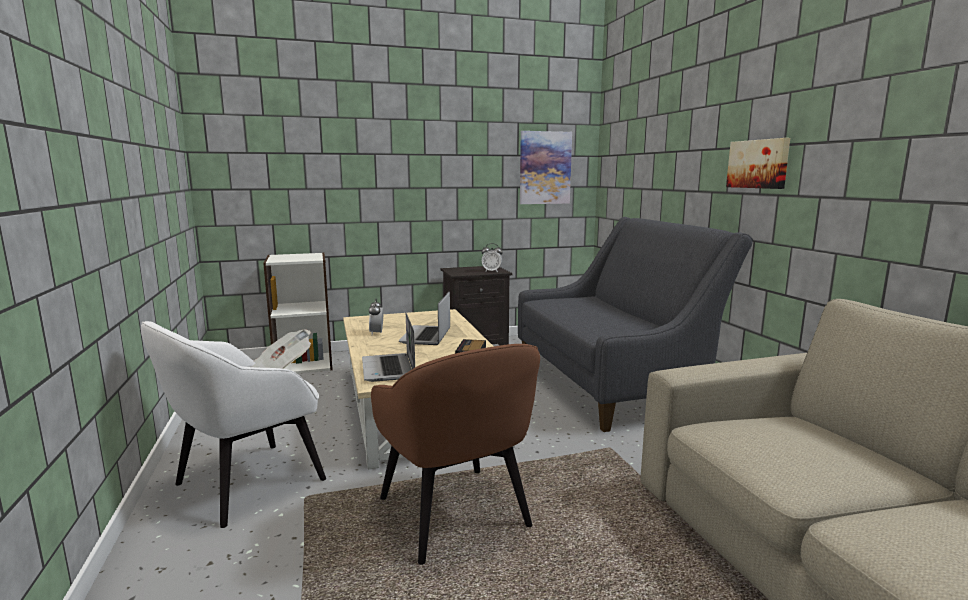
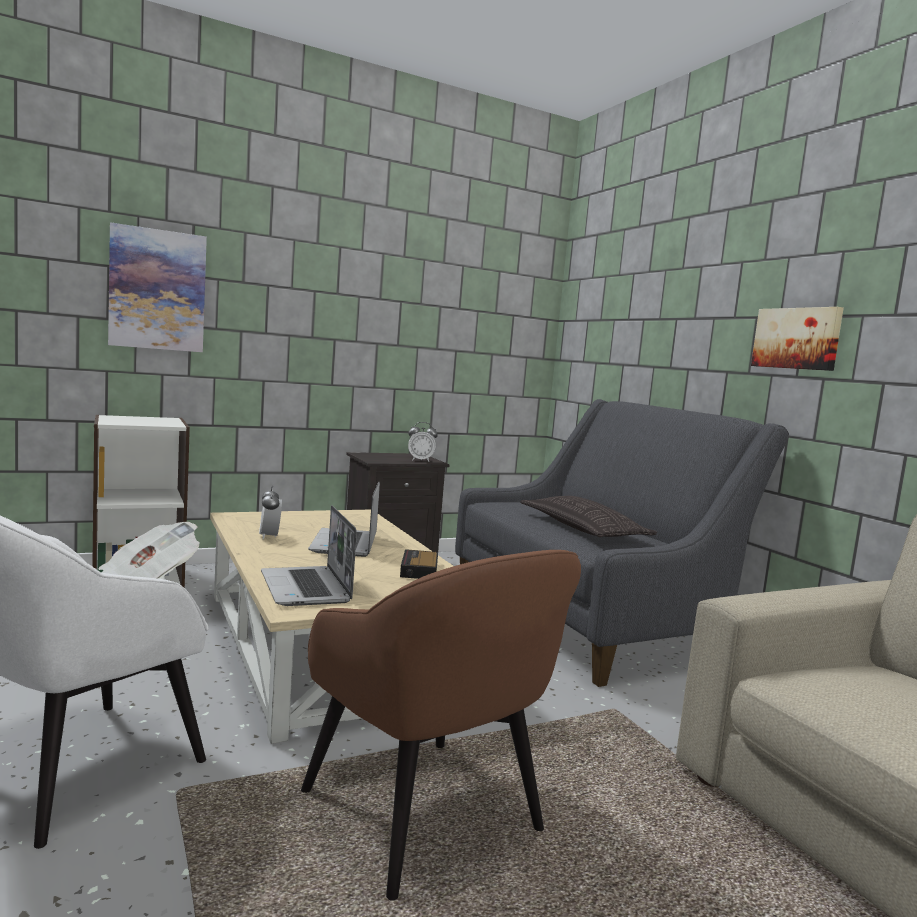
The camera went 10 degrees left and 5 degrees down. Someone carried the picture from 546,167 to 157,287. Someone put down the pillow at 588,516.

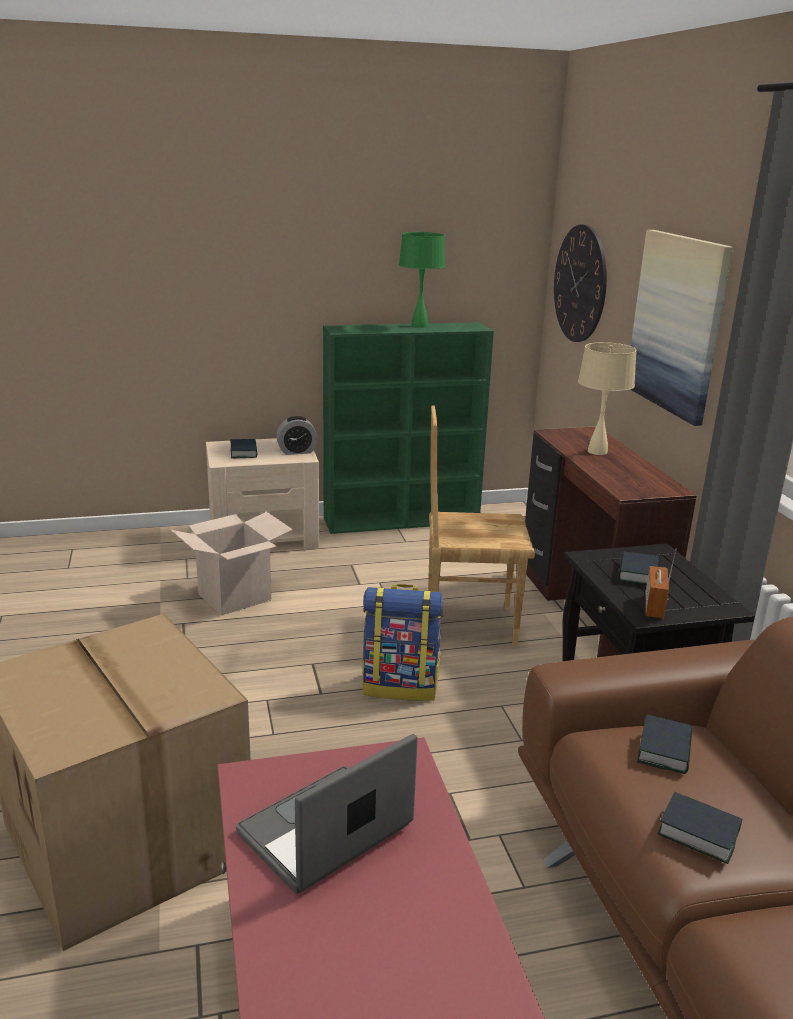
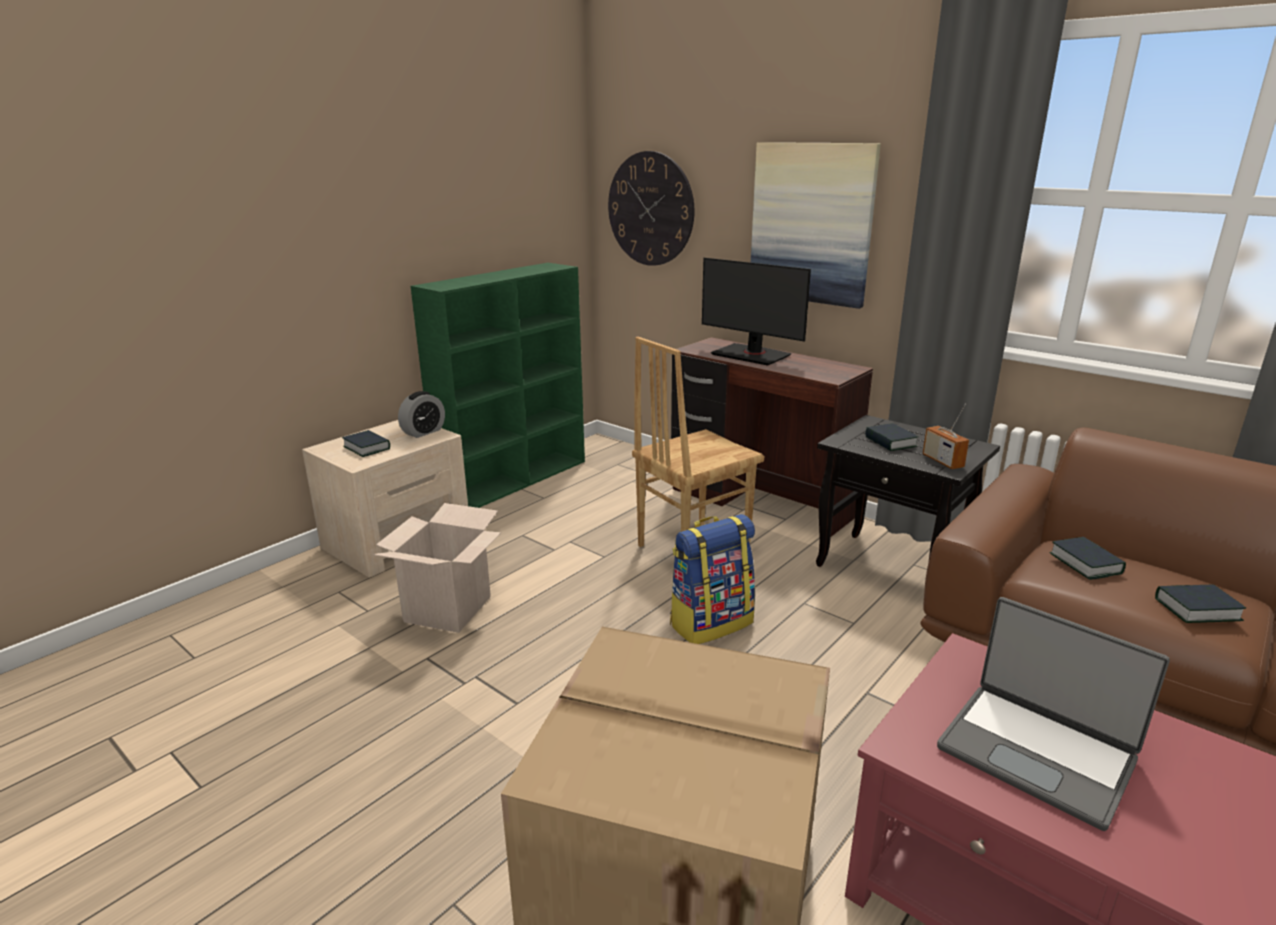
The camera went 35 degrees left and 0 degrees up. Someone rotated the laptop at 327,814 by 60 degrees counterclockwise. Someone took away the green table lamp at 422,279. Someone swapped the beige table lamp at 607,398 for the monitor at 756,311.

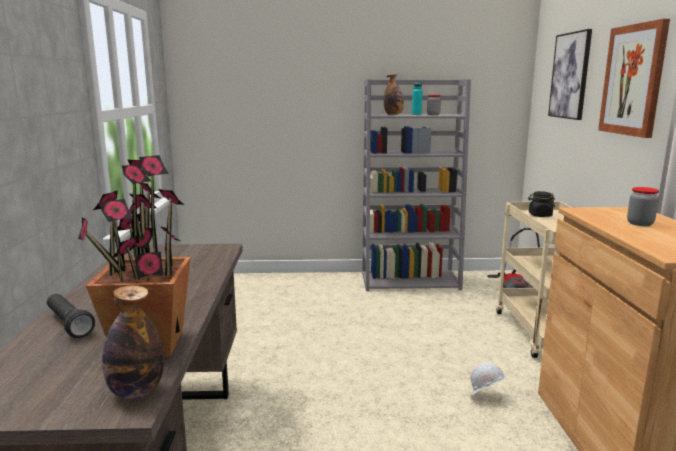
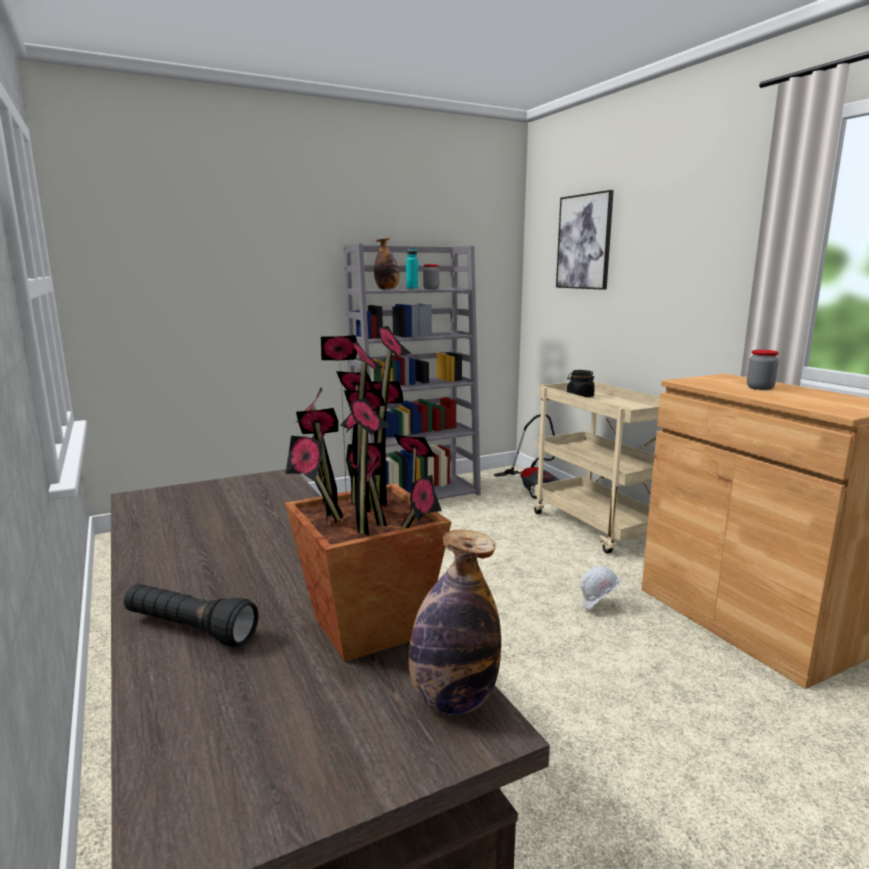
The camera went 25 degrees left and 0 degrees up. Someone took away the picture at 634,78.

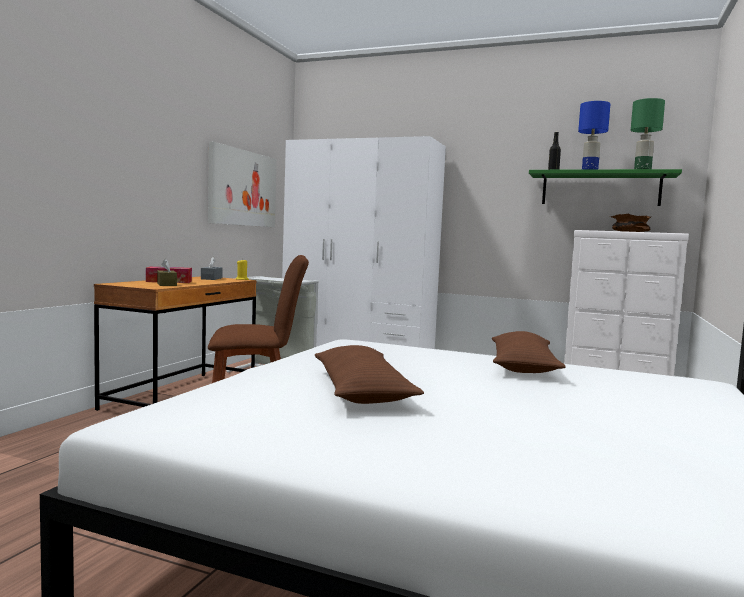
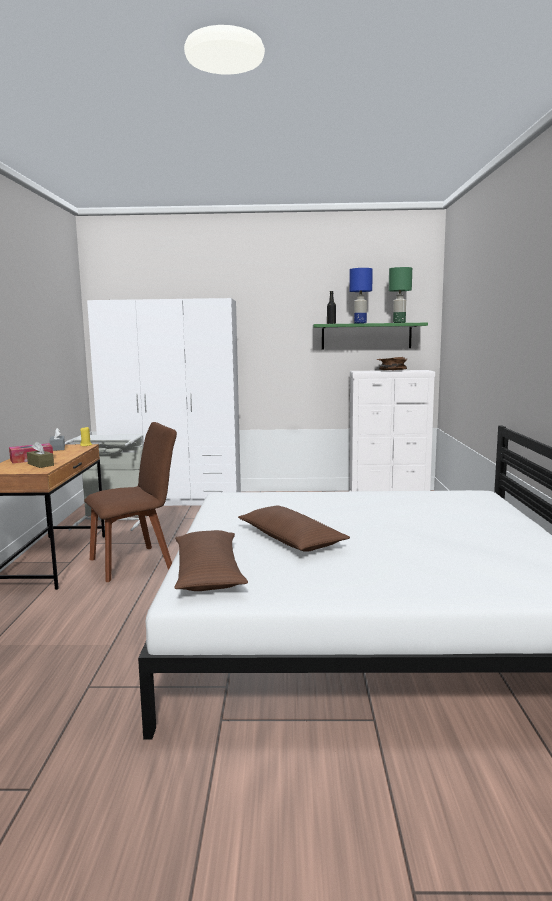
The camera went 20 degrees left and 5 degrees up. Someone took away the picture at 242,184. Someone carried the brown pillow from 529,352 to 211,560.

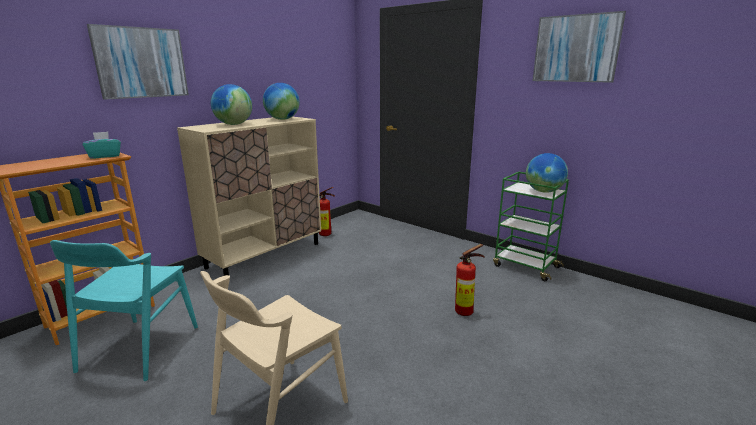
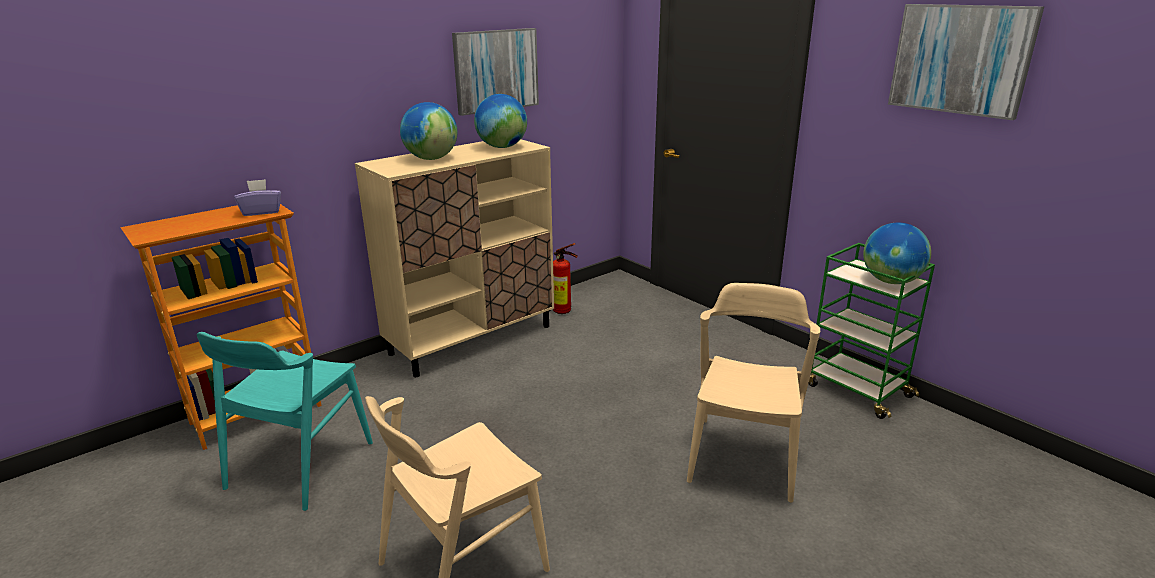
The camera went 10 degrees right and 5 degrees up. Someone repainted the turquoise tissue box at 101,145, which became the purple tissue box at 257,197. Someone carried the picture from 138,62 to 495,72. Someone swapped the fire extinguisher at 470,280 for the beige chair at 753,393.

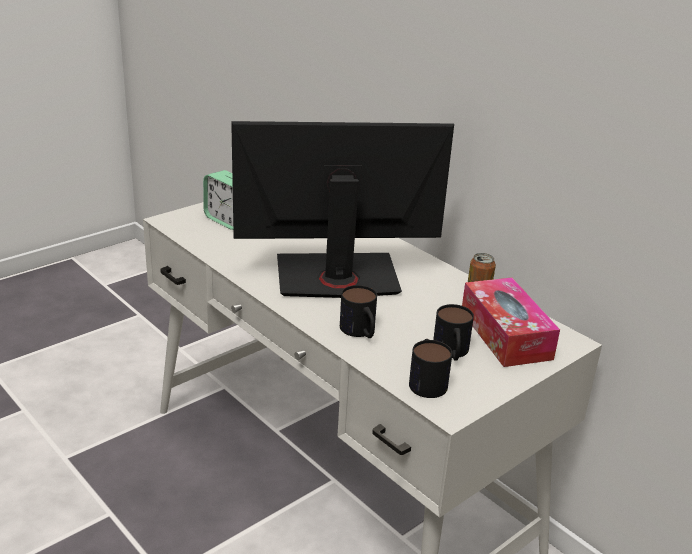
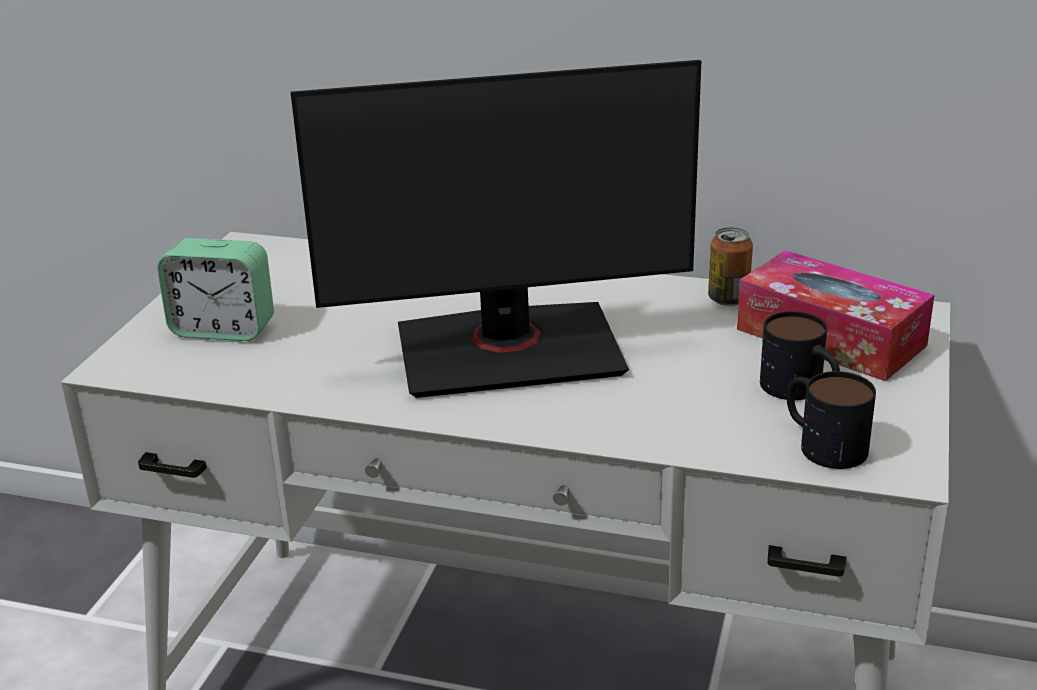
The camera went 30 degrees left and 0 degrees up. Someone rotated the monitor at 342,209 by 150 degrees counterclockwise. Someone took away the mug at 358,311.

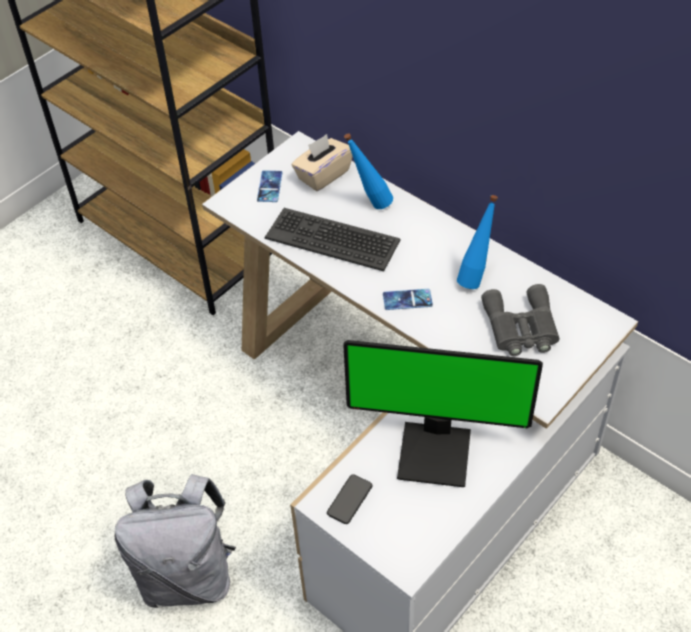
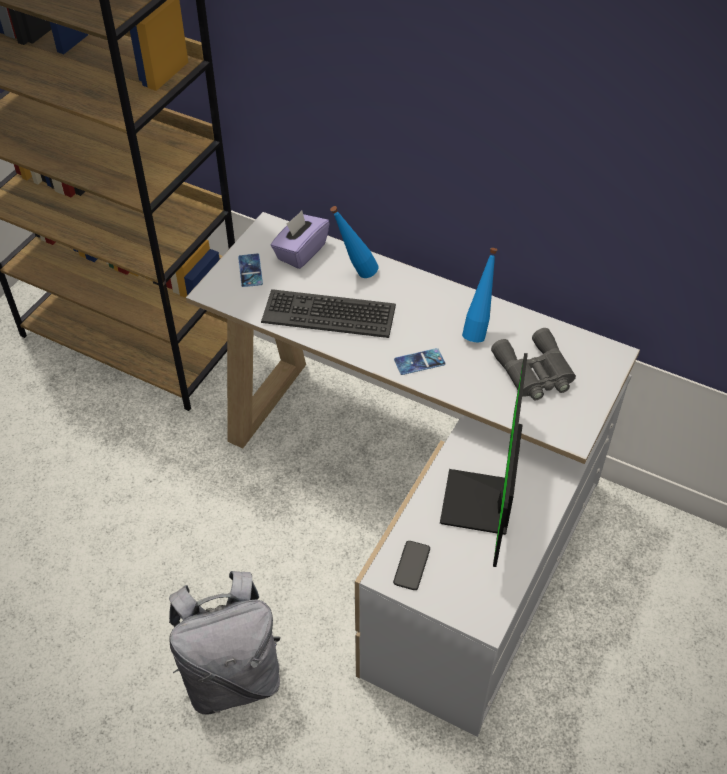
The camera went 15 degrees left and 0 degrees up. Someone repainted the beige tissue box at 322,162, which became the purple tissue box at 300,240. Someone rotated the monitor at 443,413 by 105 degrees clockwise.

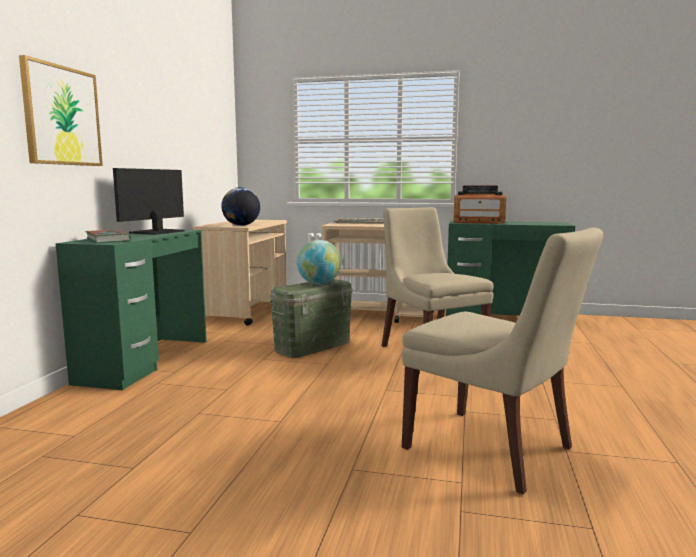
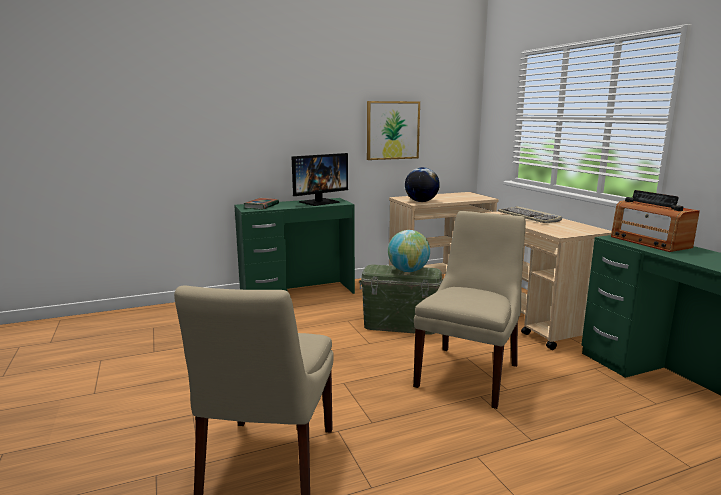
The camera went 55 degrees right and 5 degrees up. Someone carried the picture from 61,110 to 393,130. Someone rotated the monitor at 149,201 by 150 degrees clockwise.

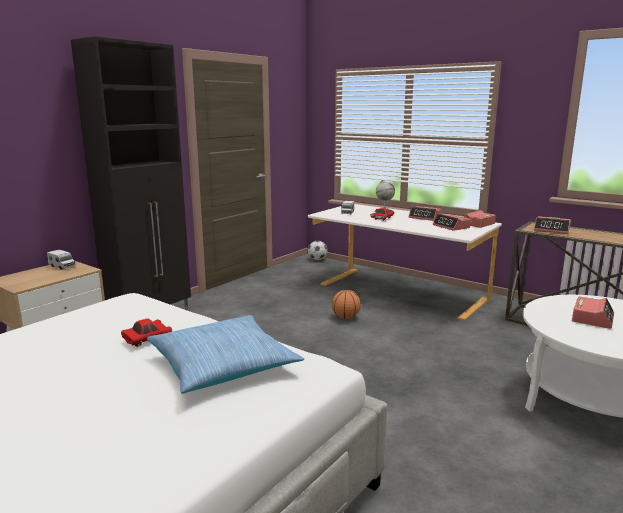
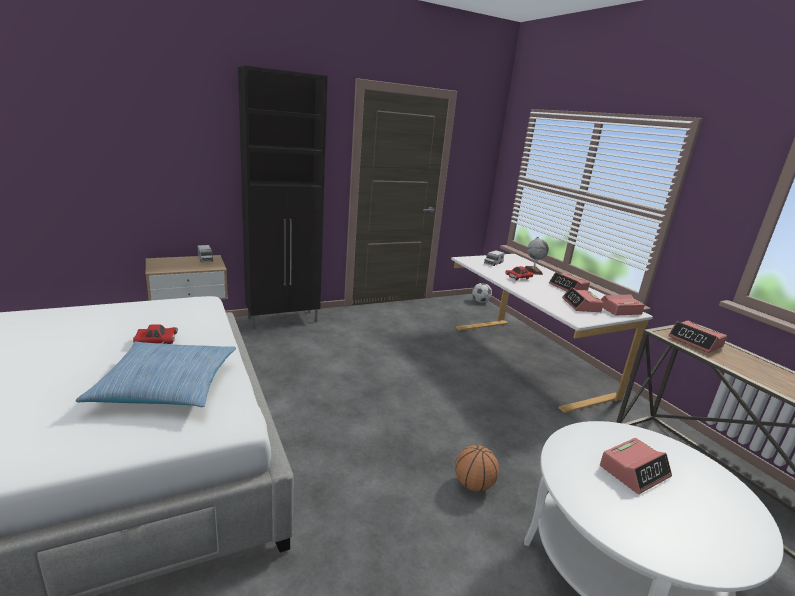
The camera went 25 degrees right and 5 degrees up. Someone carried the basketball from 346,304 to 477,468.

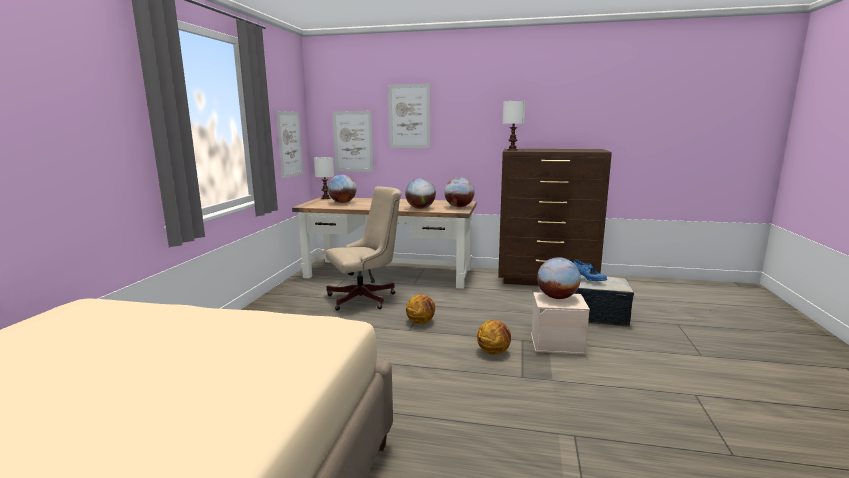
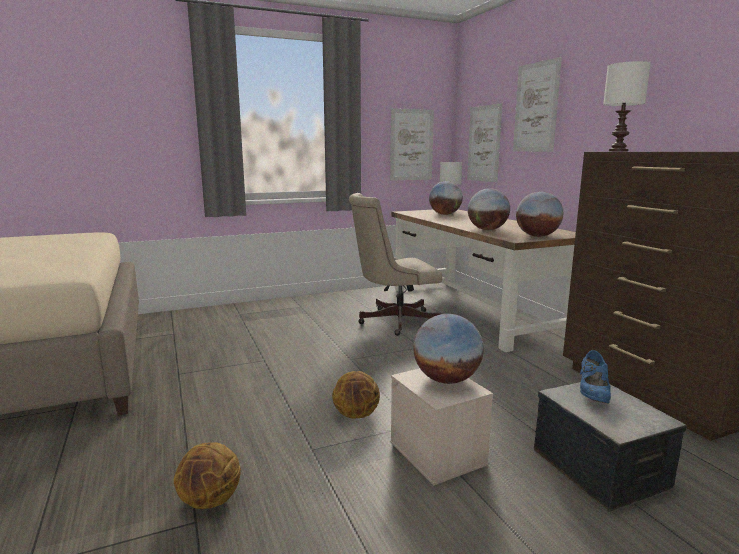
The camera went 55 degrees right and 0 degrees up. Someone rotated the beige office chair at 364,248 by 135 degrees clockwise. Someone carried the basketball from 420,309 to 207,475.

